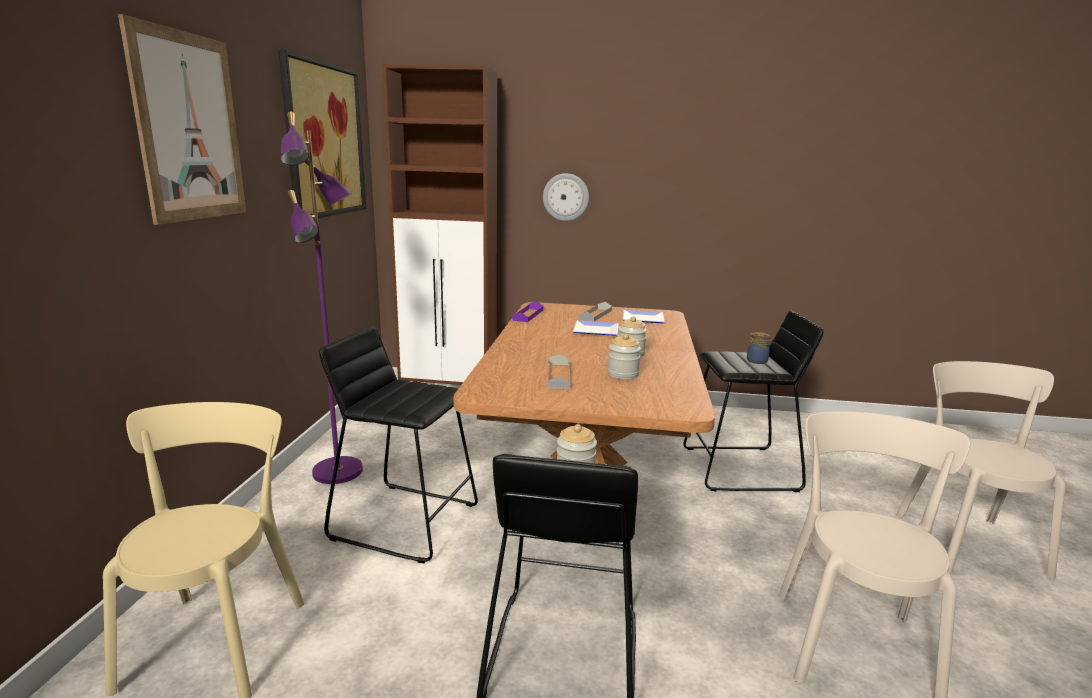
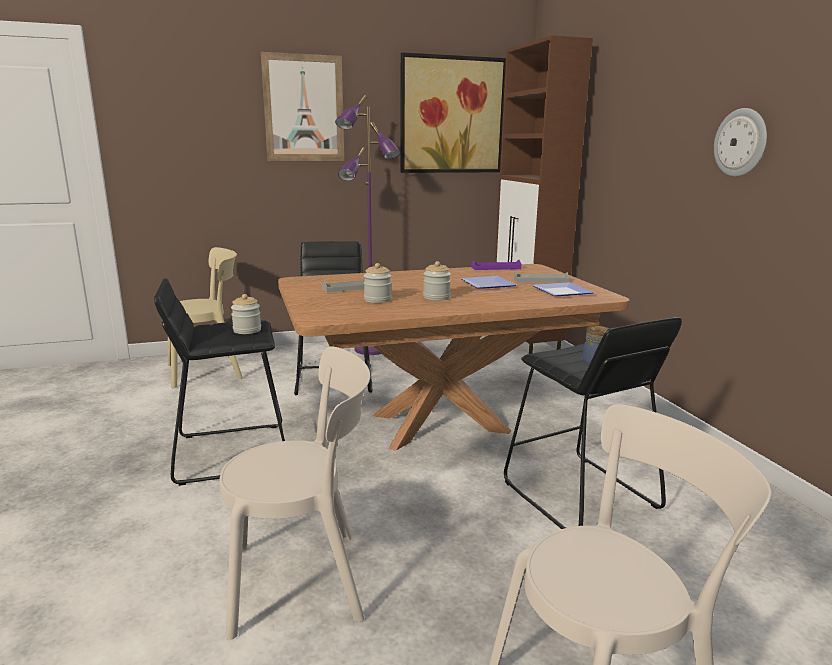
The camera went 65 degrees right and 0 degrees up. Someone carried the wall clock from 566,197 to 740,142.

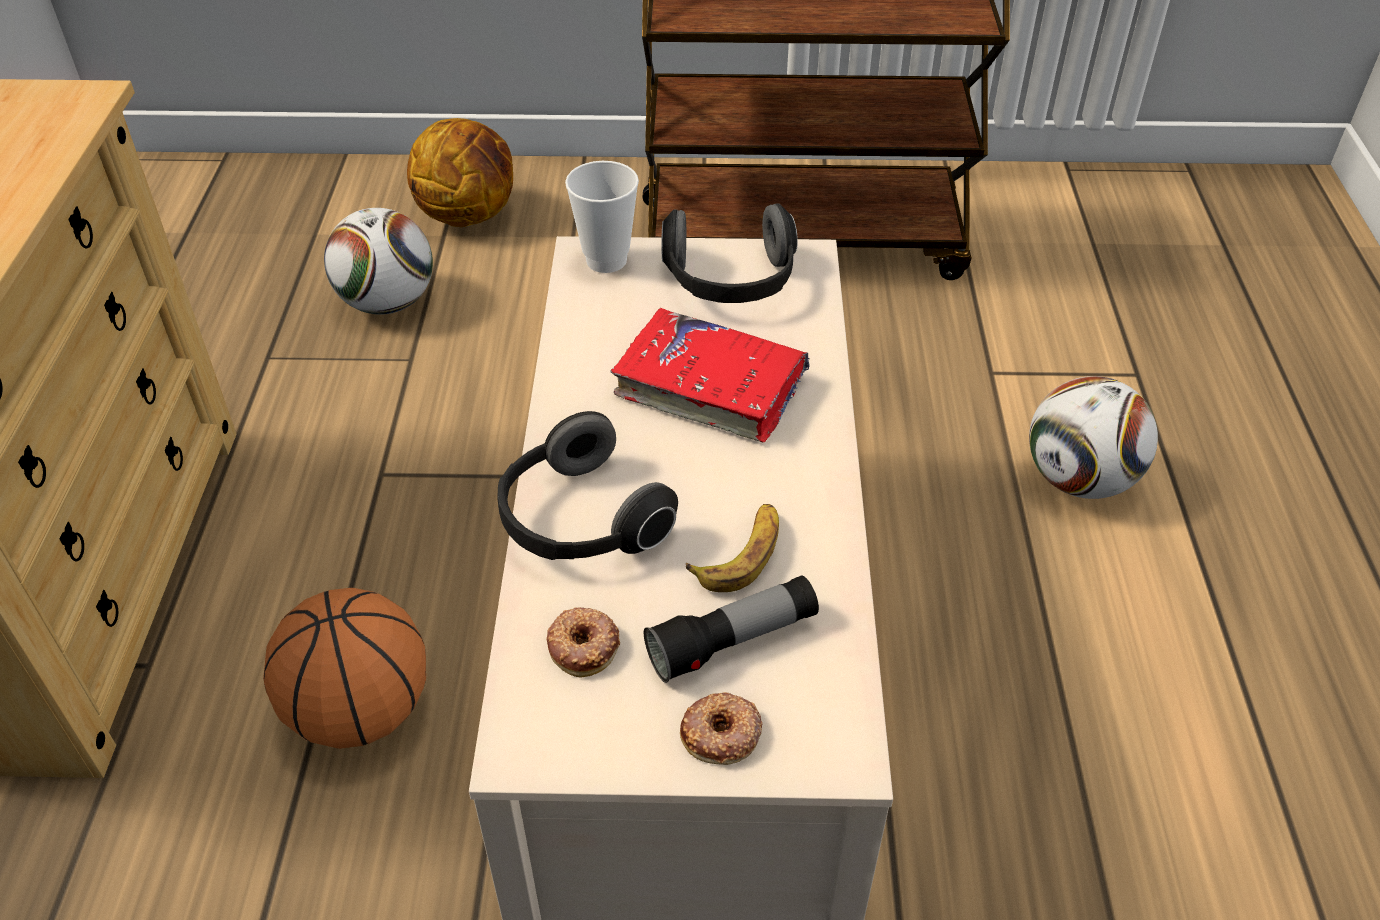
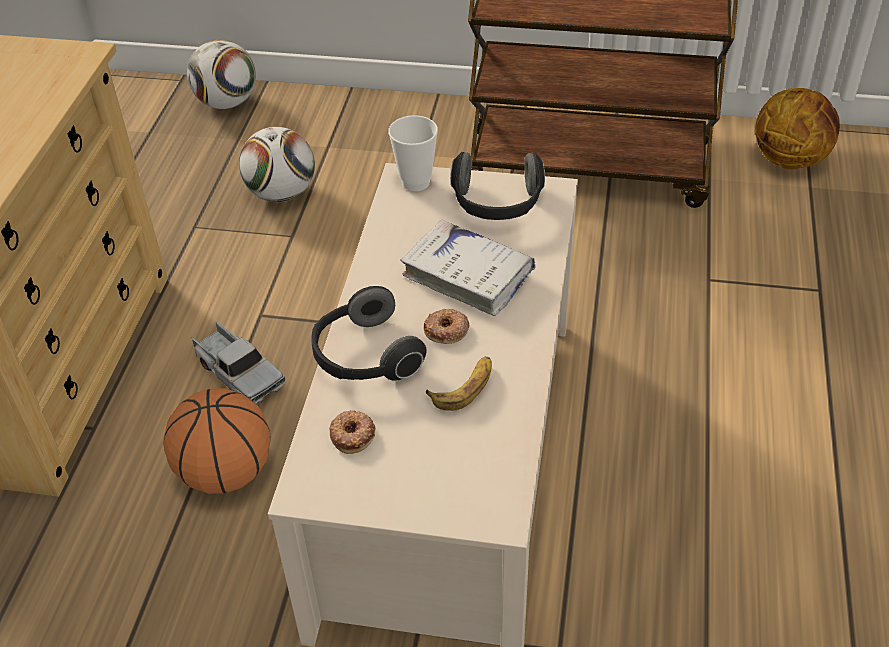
The camera went 10 degrees right and 0 degrees up. Someone carried the basketball from 460,172 to 797,128. Someone repainted the red book at 710,375, which became the white book at 468,268. Someone took away the flashlight at 731,629. Someone carried the donut from 721,728 to 446,326. Someone carried the football from 1093,437 to 221,74. Someone put down the toy truck at 238,363.

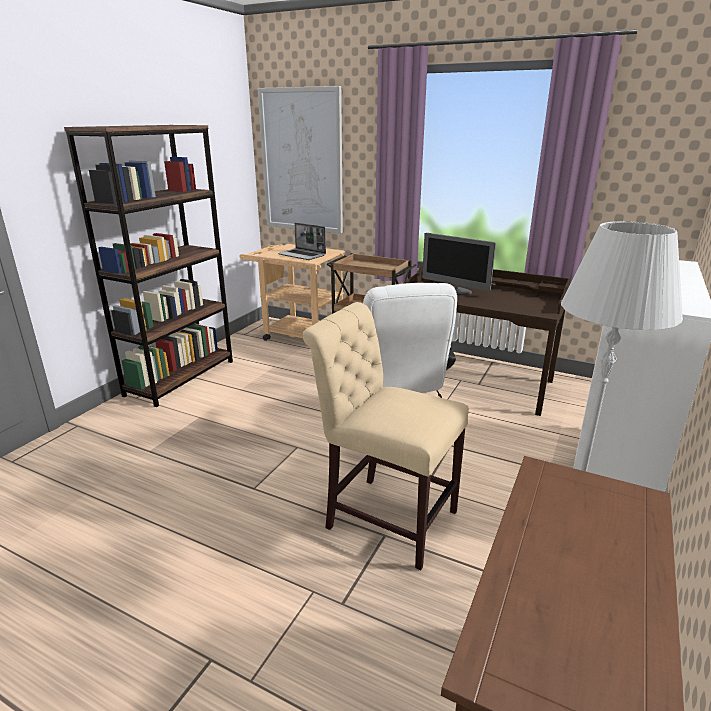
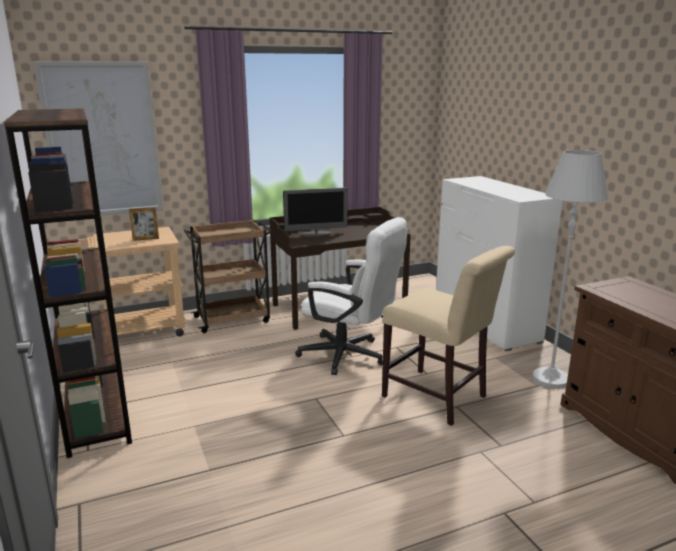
The camera went 50 degrees left and 5 degrees down. Someone swapped the laptop at 302,241 for the picture frame at 144,224. Someone rotated the beige chair at 386,436 by 120 degrees counterclockwise.

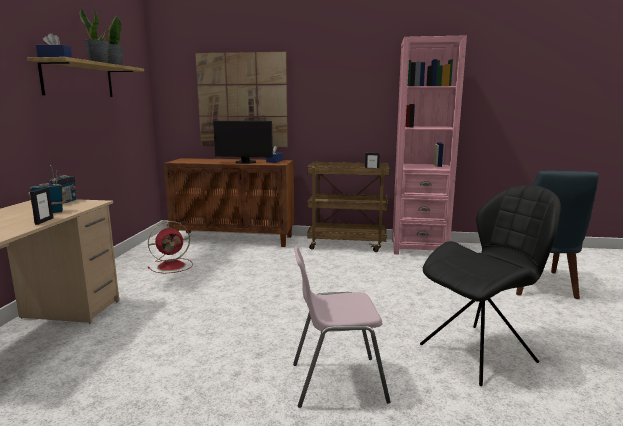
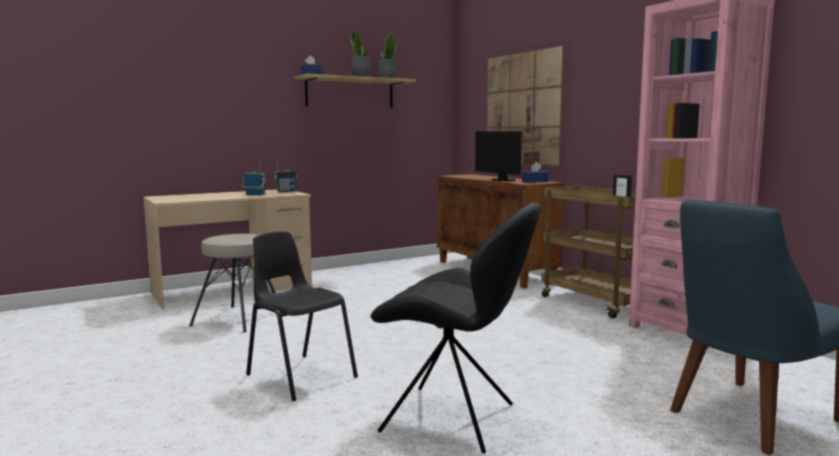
The camera went 50 degrees right and 5 degrees down. Someone took away the picture frame at 41,206. Someone took away the red fan at 170,247. Someone repainted the pink chair at 342,327, which became the black chair at 302,316. Someone put down the beige stool at 232,283.

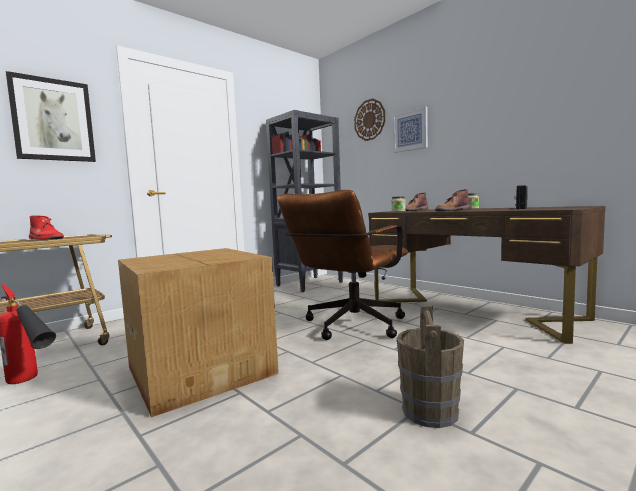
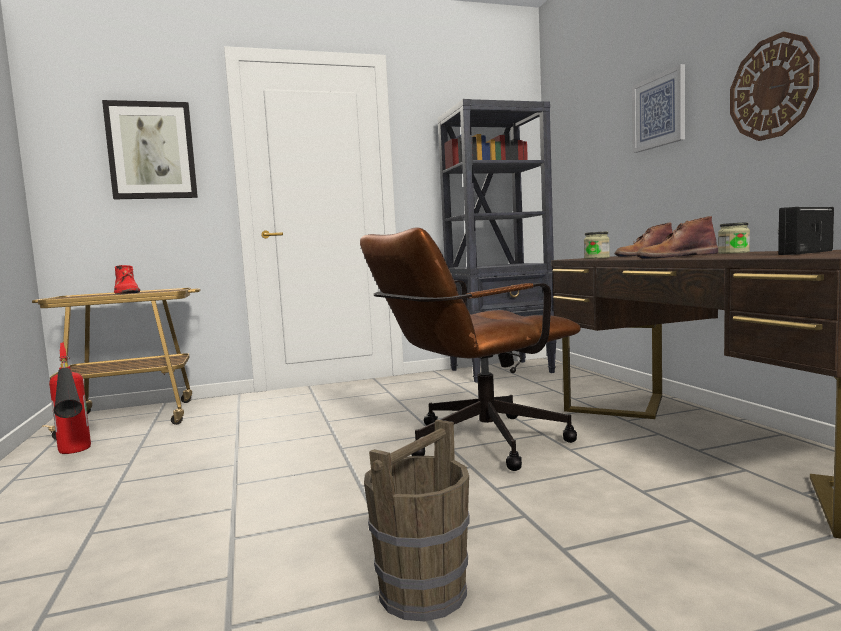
The camera went 25 degrees right and 0 degrees up. Someone took away the cardboard box at 198,332. Someone carried the wall clock from 369,119 to 775,86.

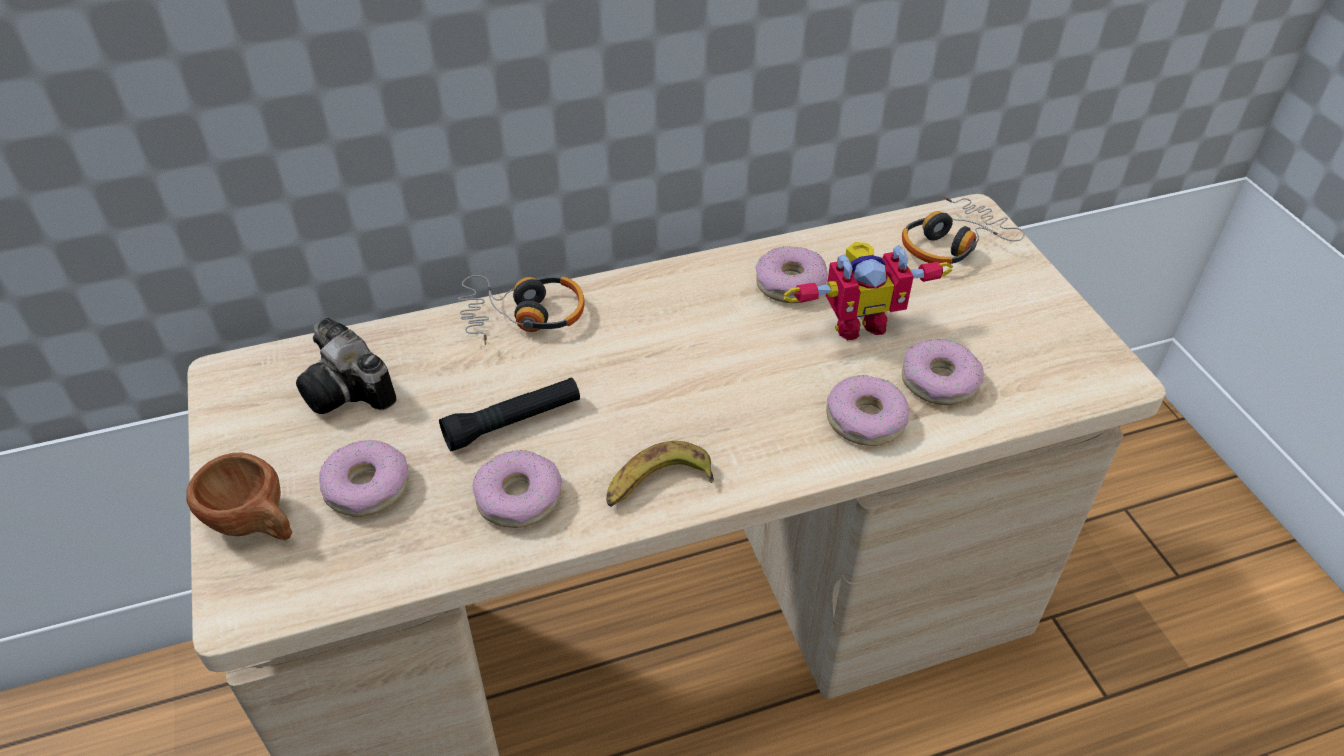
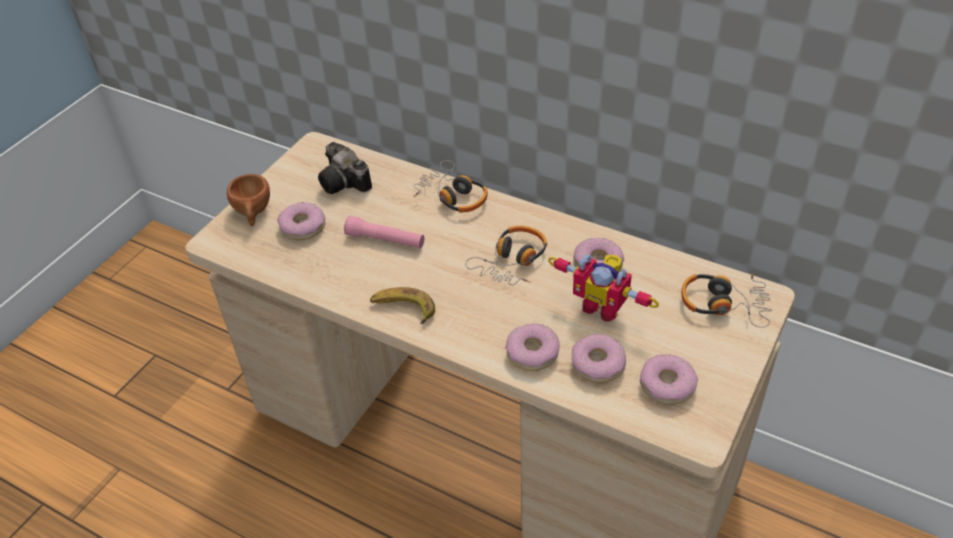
The camera went 50 degrees right and 0 degrees up. Someone rotated the photo camera at 346,366 by 45 degrees counterclockwise. Someone repainted the black flashlight at 509,414, which became the pink flashlight at 384,232. Someone carried the donut from 517,489 to 669,379. Someone put down the headphones at 506,255.

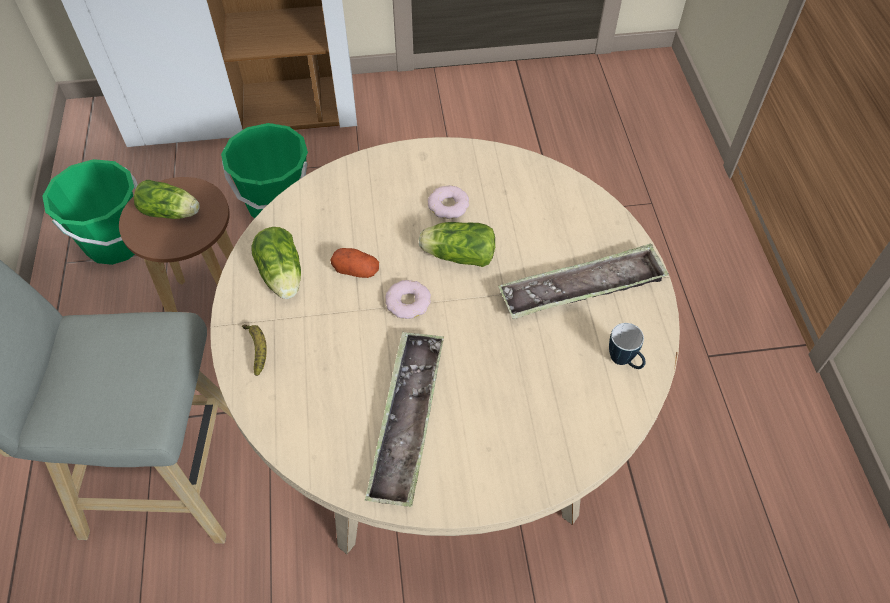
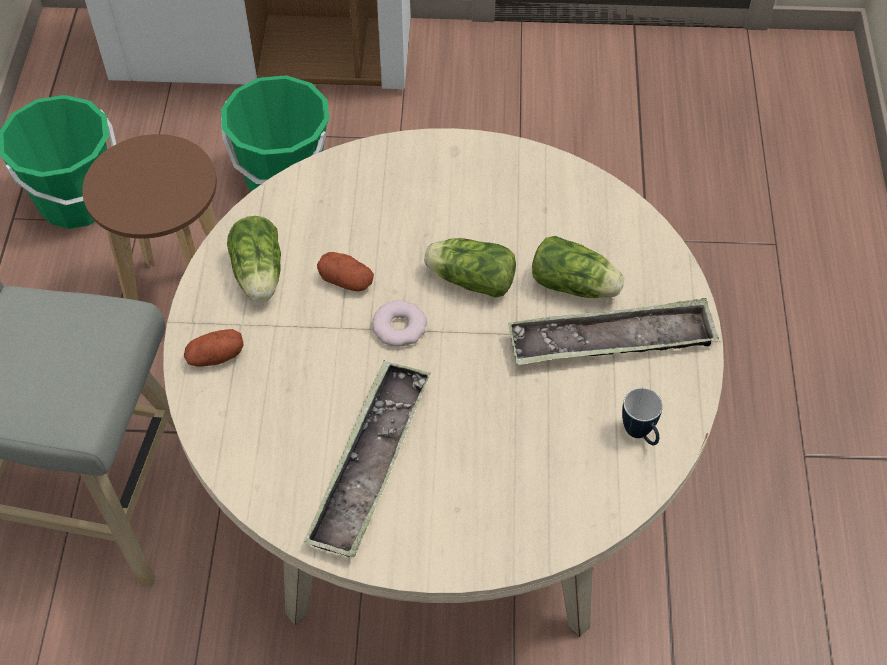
The camera went 10 degrees right and 0 degrees up. Someone carried the lettuce from 167,199 to 578,267. Someone swapped the banana at 254,350 for the potato at 214,347. Someone took away the donut at 448,202.

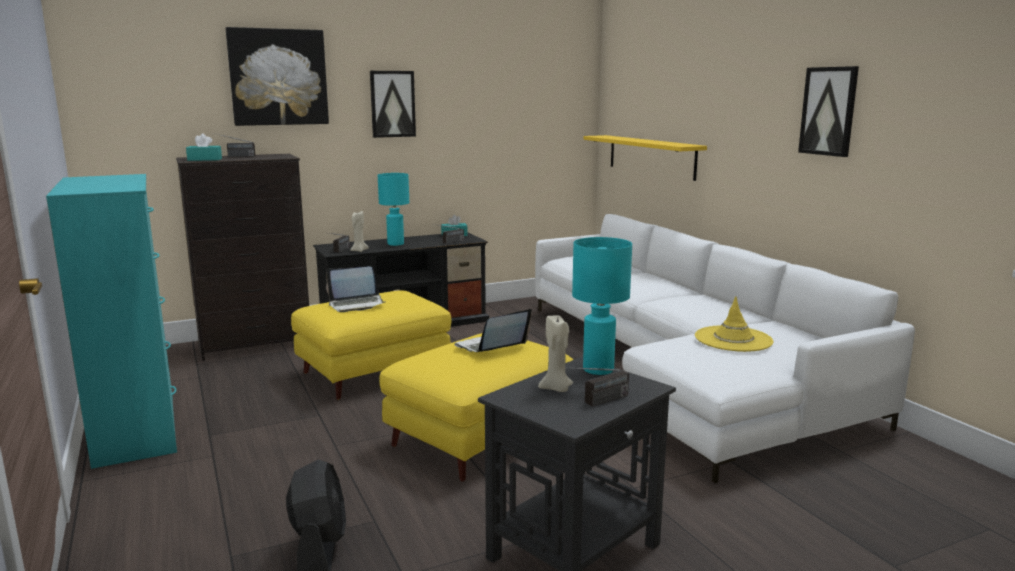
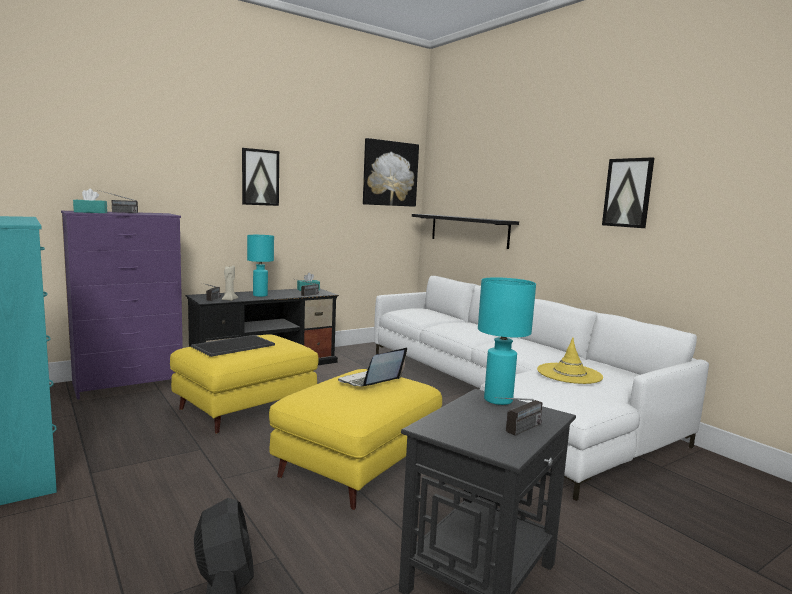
The camera went 10 degrees left and 5 degrees down. Someone repainted the black dresser at 242,257, which became the purple dresser at 122,305. Someone carried the picture from 277,76 to 391,172. Someone swapped the laptop at 355,289 for the tray at 233,346. Someone took away the beige candle at 555,354. Someone repainted the yellow shelf at 645,158, which became the black shelf at 465,231.

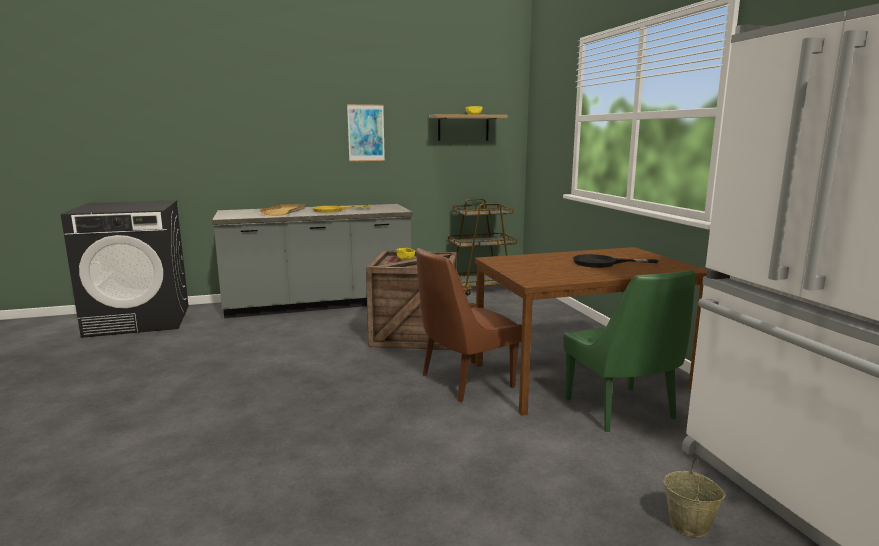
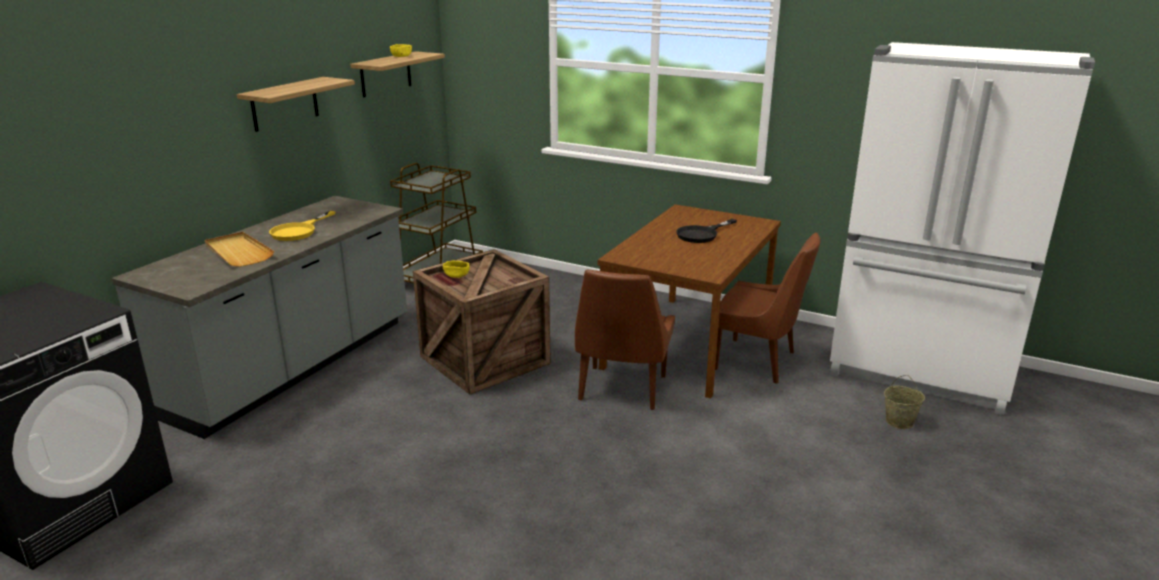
The camera went 45 degrees left and 10 degrees up. Someone swapped the picture at 366,132 for the shelf at 296,104. Someone repainted the green chair at 629,351, which became the brown chair at 768,308.

